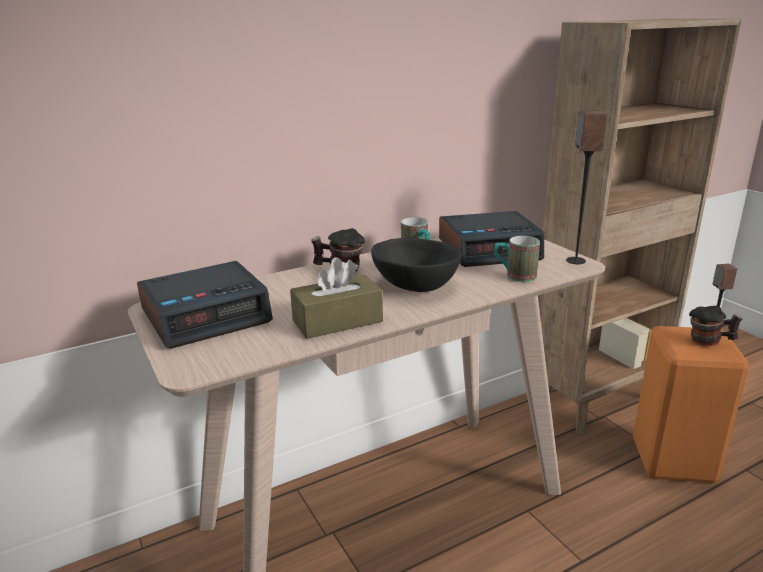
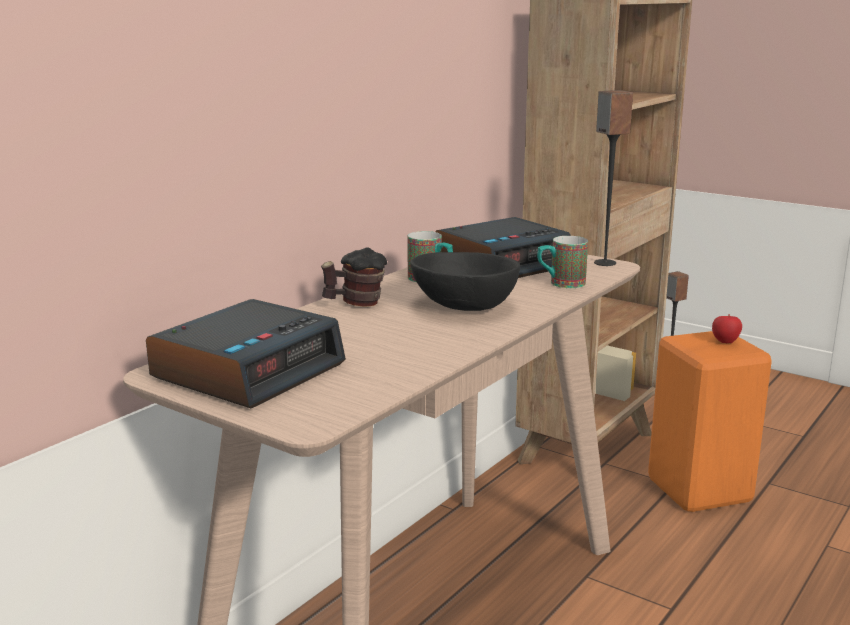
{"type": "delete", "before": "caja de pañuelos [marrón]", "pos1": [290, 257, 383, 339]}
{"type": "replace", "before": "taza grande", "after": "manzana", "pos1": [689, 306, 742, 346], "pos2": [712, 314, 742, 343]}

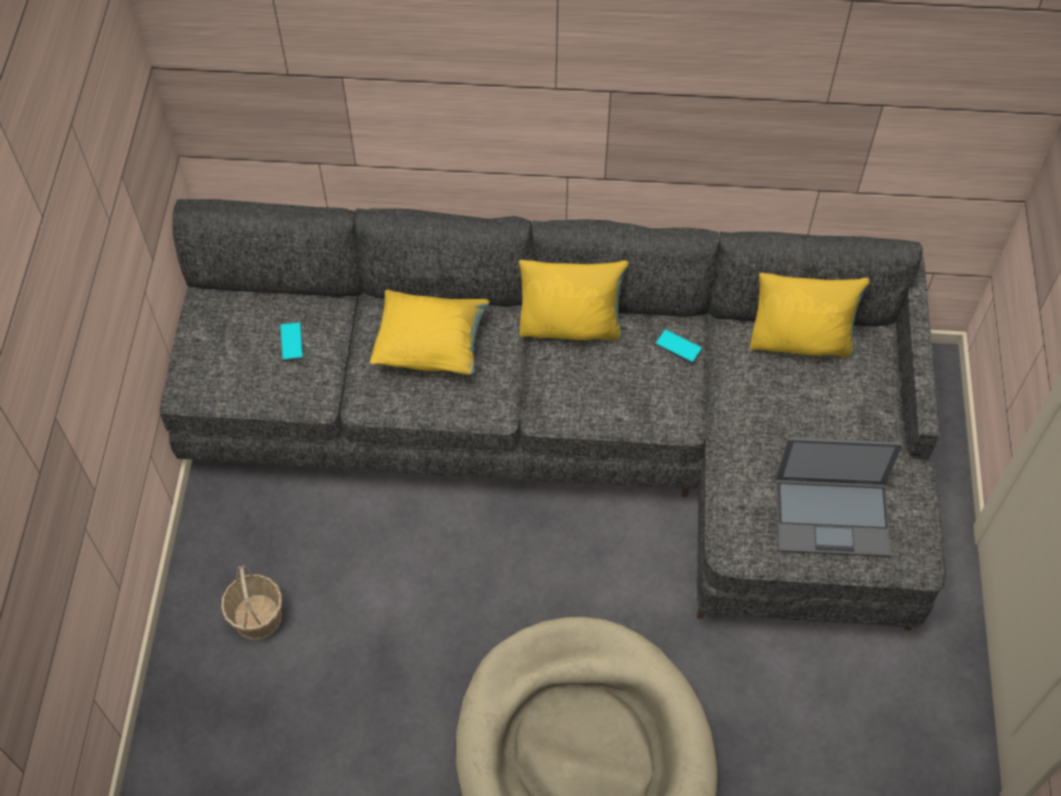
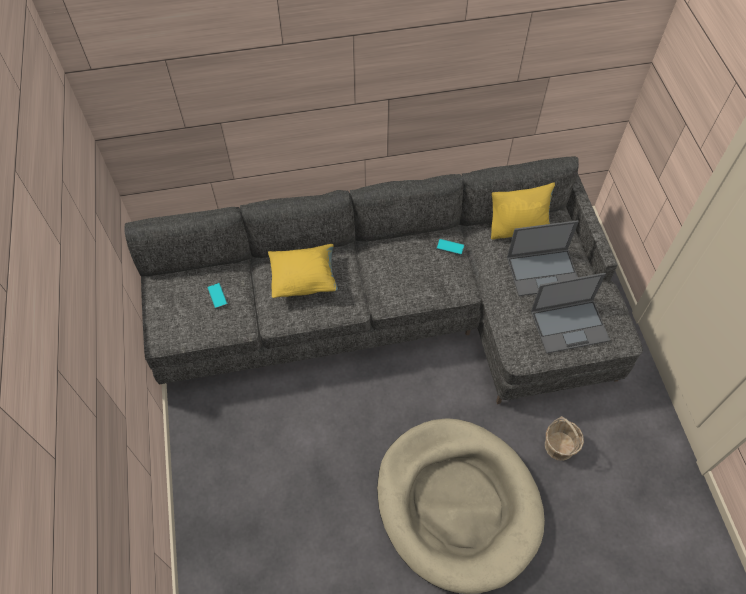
{"type": "delete", "before": "cojín [amarillo]", "pos1": [519, 260, 628, 341]}
{"type": "insert", "after": "portátil", "pos2": [507, 220, 579, 296]}
{"type": "move", "before": "cesta", "pos1": [221, 565, 282, 640], "pos2": [545, 416, 584, 461]}

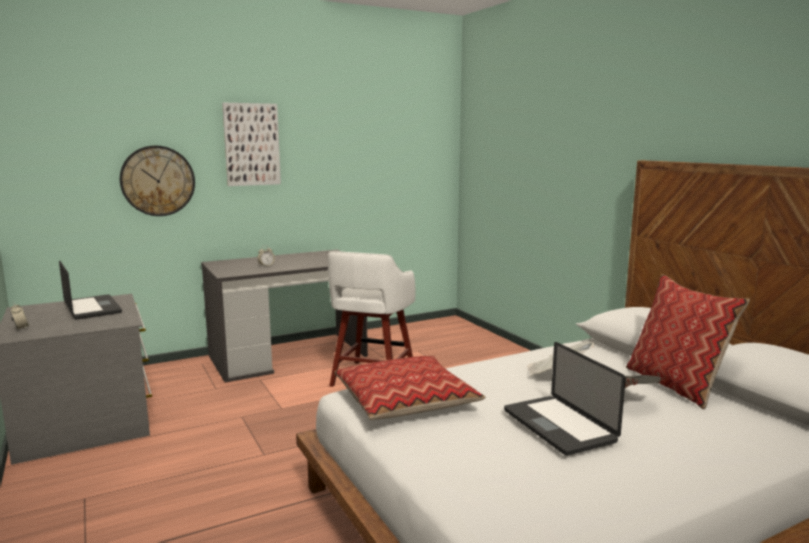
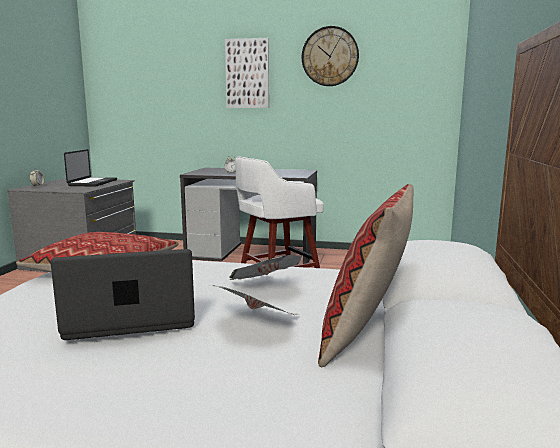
{"type": "move", "before": "reloj de pared", "pos1": [120, 145, 195, 216], "pos2": [302, 26, 359, 86]}
{"type": "rotate", "before": "portátil", "pos1": [504, 342, 626, 455], "pos2": [51, 249, 195, 340], "turn": 60}

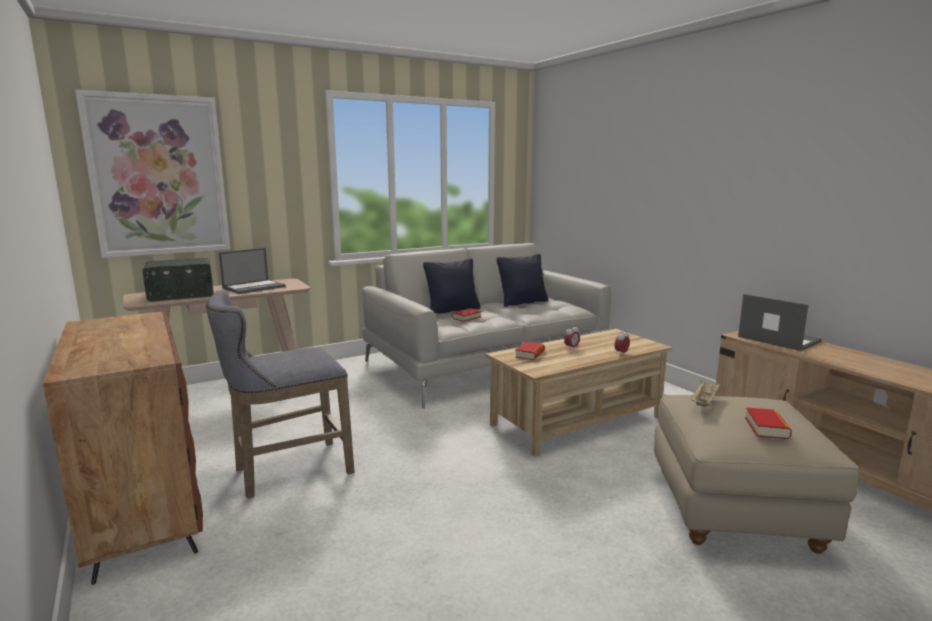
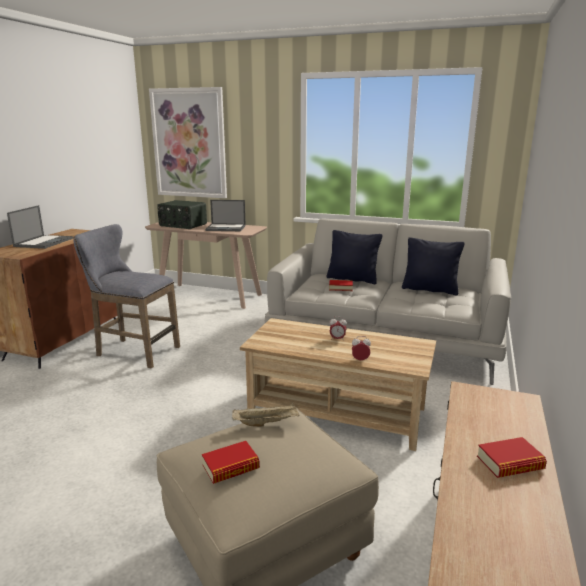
{"type": "move", "before": "libro", "pos1": [515, 341, 545, 360], "pos2": [477, 437, 547, 478]}
{"type": "move", "before": "portátil", "pos1": [738, 294, 822, 351], "pos2": [7, 205, 73, 249]}

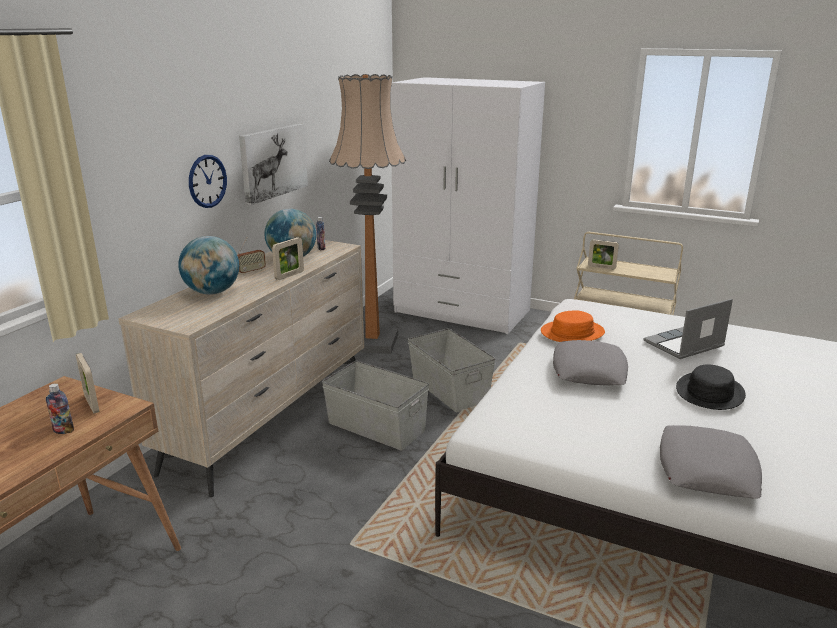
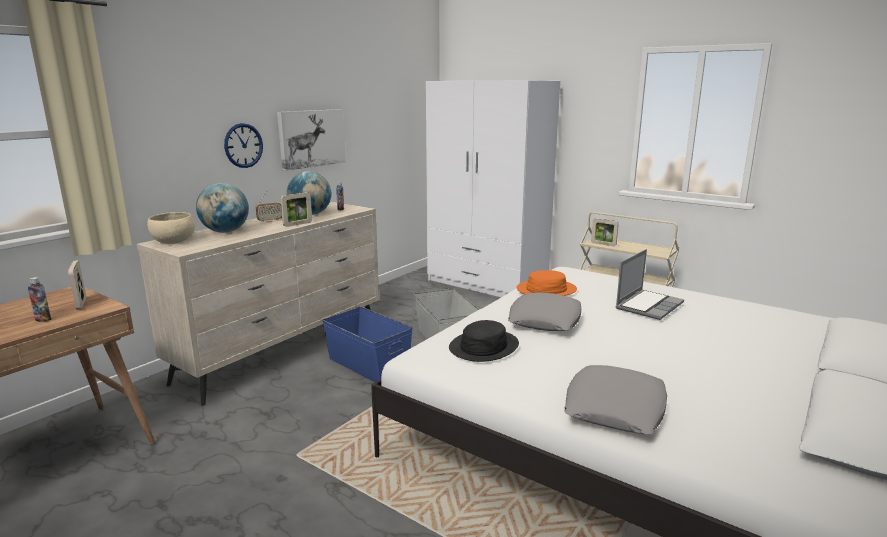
{"type": "delete", "before": "lámpara de pie", "pos1": [329, 74, 406, 354]}
{"type": "insert", "after": "cuenco [beis]", "pos2": [147, 212, 195, 244]}
{"type": "move", "before": "sombrero [negro]", "pos1": [676, 365, 746, 410], "pos2": [449, 320, 519, 362]}
{"type": "recolor", "before": "caja de almacenaje [gris]", "after": "caja de almacenaje [azul]", "pos1": [322, 361, 429, 450], "pos2": [322, 307, 413, 383]}
{"type": "rotate", "before": "portátil", "pos1": [643, 299, 733, 359], "pos2": [616, 249, 684, 320], "turn": 150}

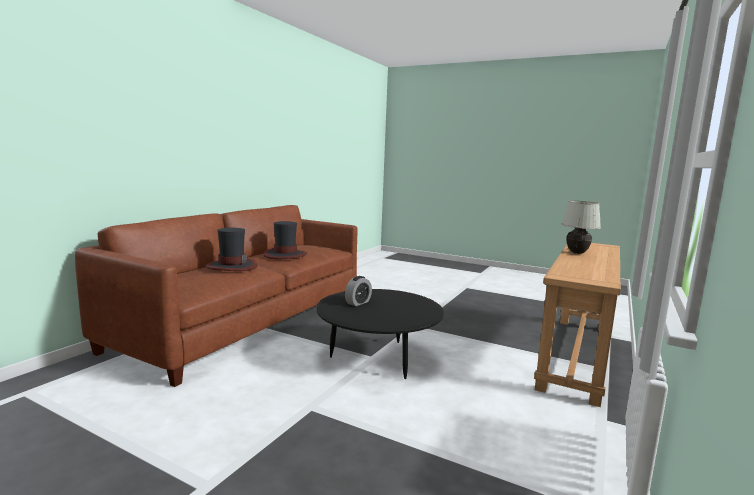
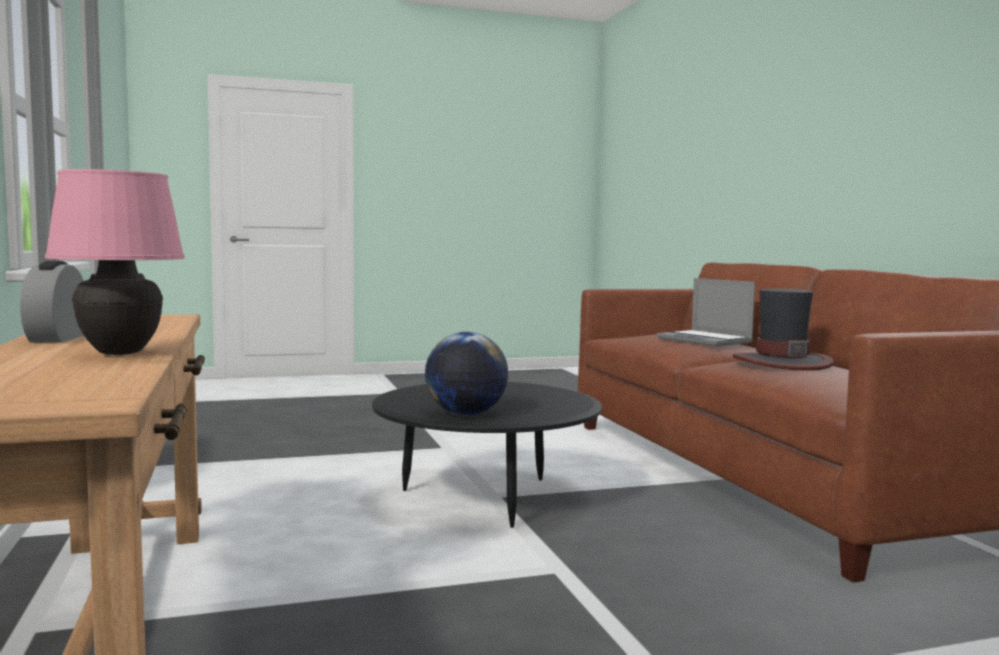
{"type": "insert", "after": "globo terráqueo", "pos2": [425, 332, 508, 415]}
{"type": "move", "before": "despertador", "pos1": [345, 276, 372, 306], "pos2": [20, 261, 84, 343]}
{"type": "replace", "before": "sombrero", "after": "portátil", "pos1": [206, 228, 258, 271], "pos2": [657, 278, 755, 347]}
{"type": "recolor", "before": "lámpara de mesa [blanco]", "after": "lámpara de mesa [rosa]", "pos1": [561, 201, 601, 254], "pos2": [45, 169, 185, 355]}

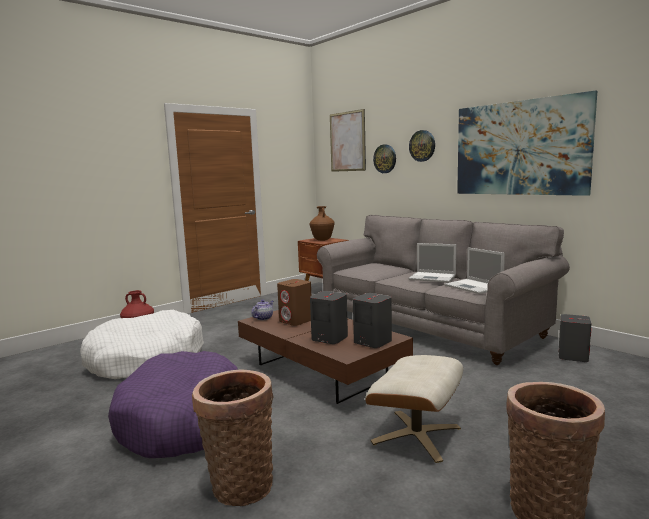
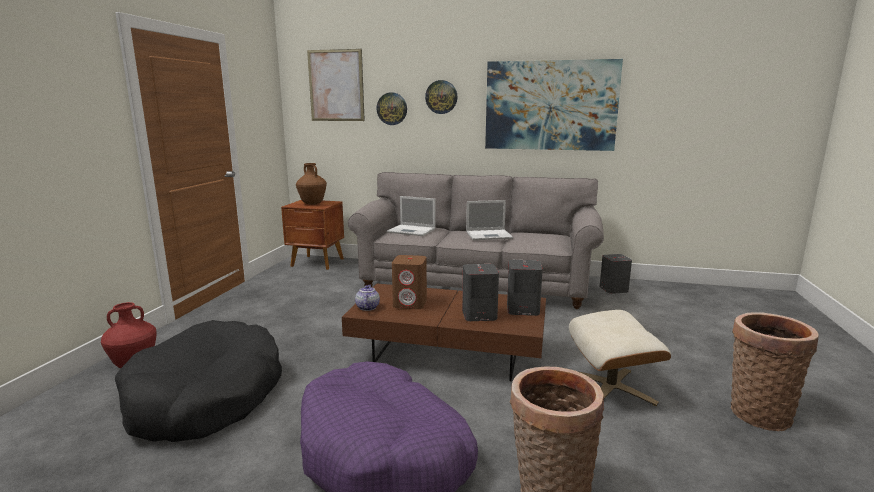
{"type": "move", "before": "portátil", "pos1": [444, 247, 505, 294], "pos2": [387, 196, 436, 236]}
{"type": "recolor", "before": "cama para perro [blanco]", "after": "cama para perro [negro]", "pos1": [80, 310, 204, 379], "pos2": [115, 320, 282, 442]}

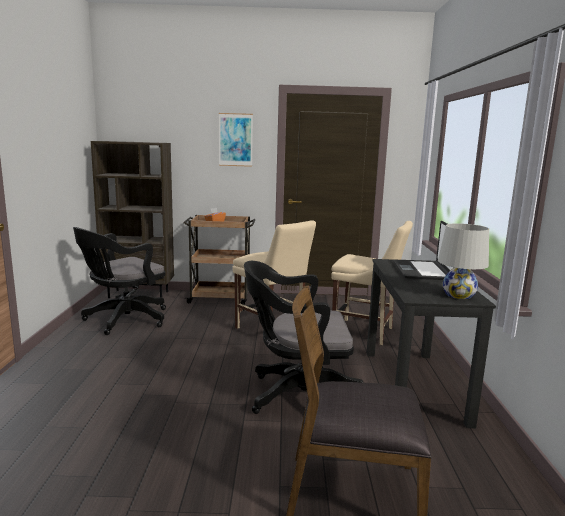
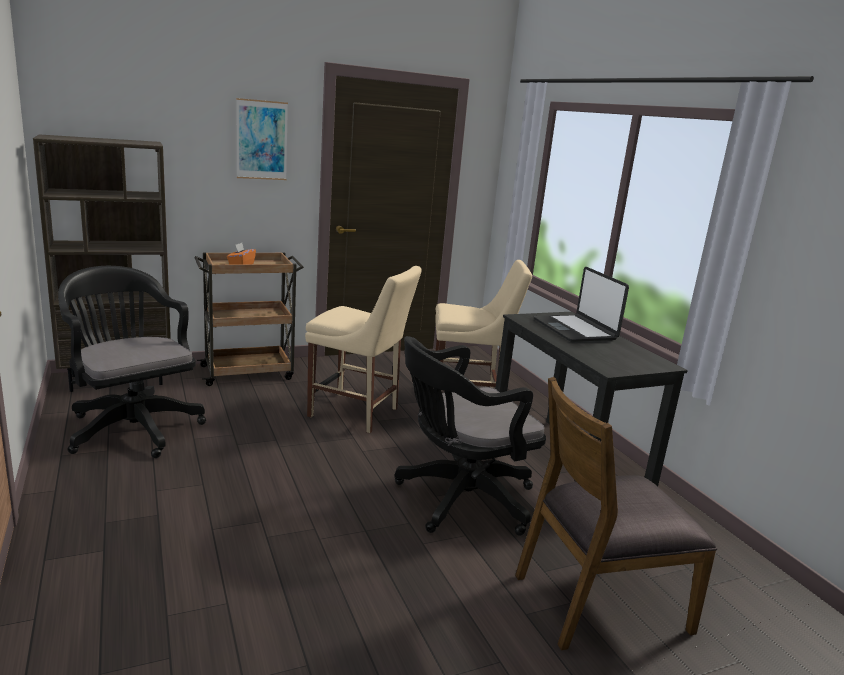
{"type": "delete", "before": "lámpara de mesa [blanco]", "pos1": [438, 223, 489, 299]}
{"type": "rotate", "before": "silla de oficina [negro]", "pos1": [73, 227, 166, 335], "pos2": [58, 266, 206, 458], "turn": 120}

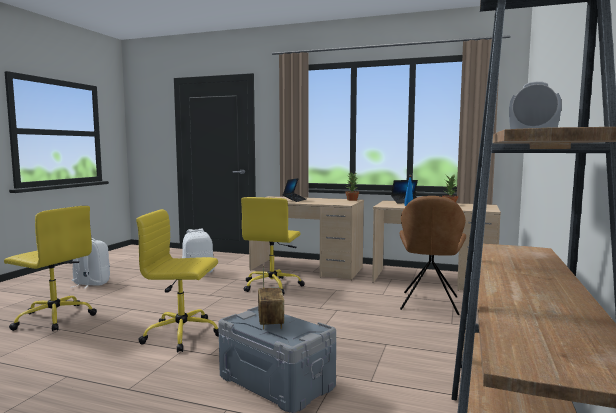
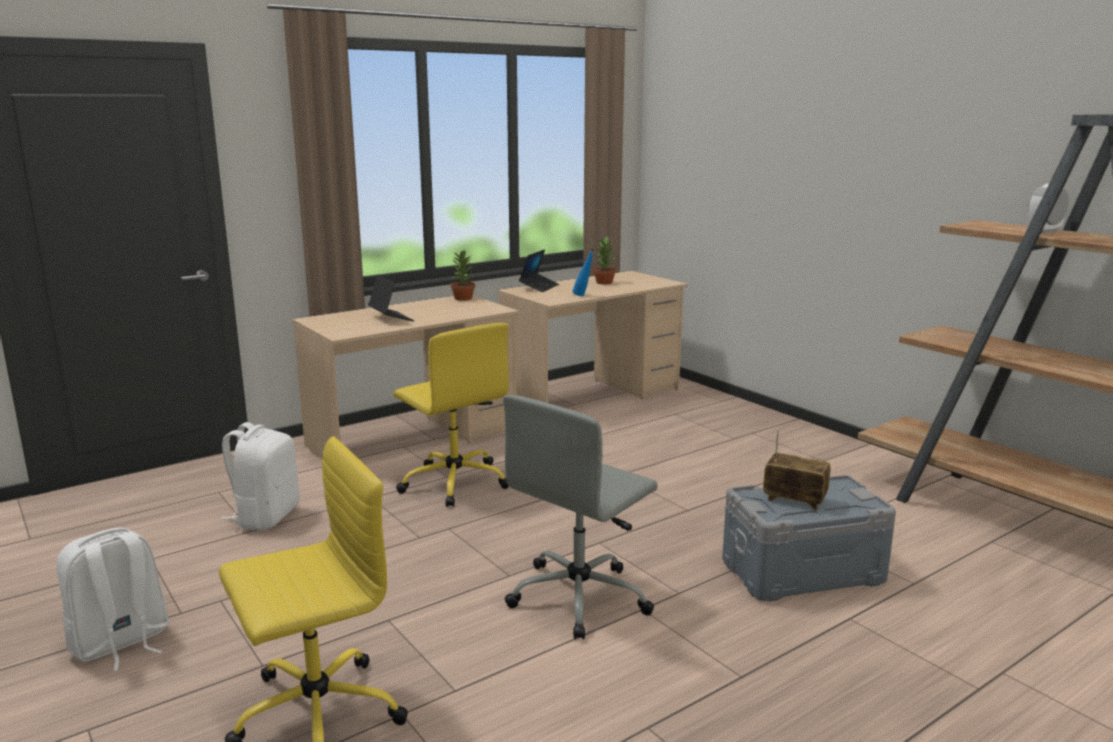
{"type": "delete", "before": "silla [marrón]", "pos1": [400, 196, 466, 315]}
{"type": "recolor", "before": "silla de oficina [amarillo]", "after": "silla de oficina [gris]", "pos1": [136, 209, 219, 352], "pos2": [503, 395, 658, 639]}

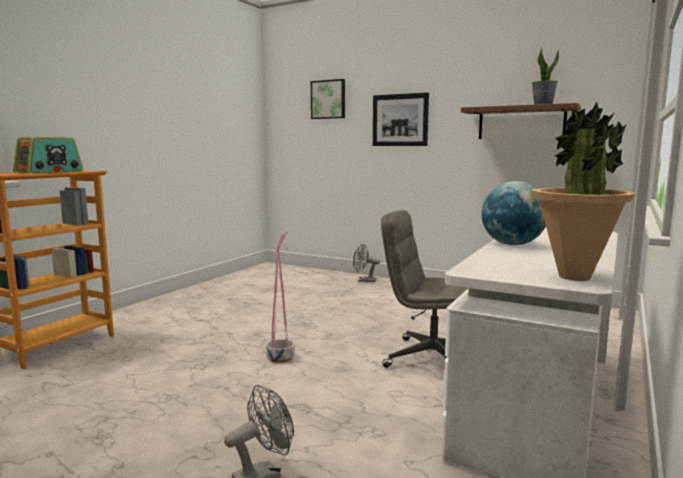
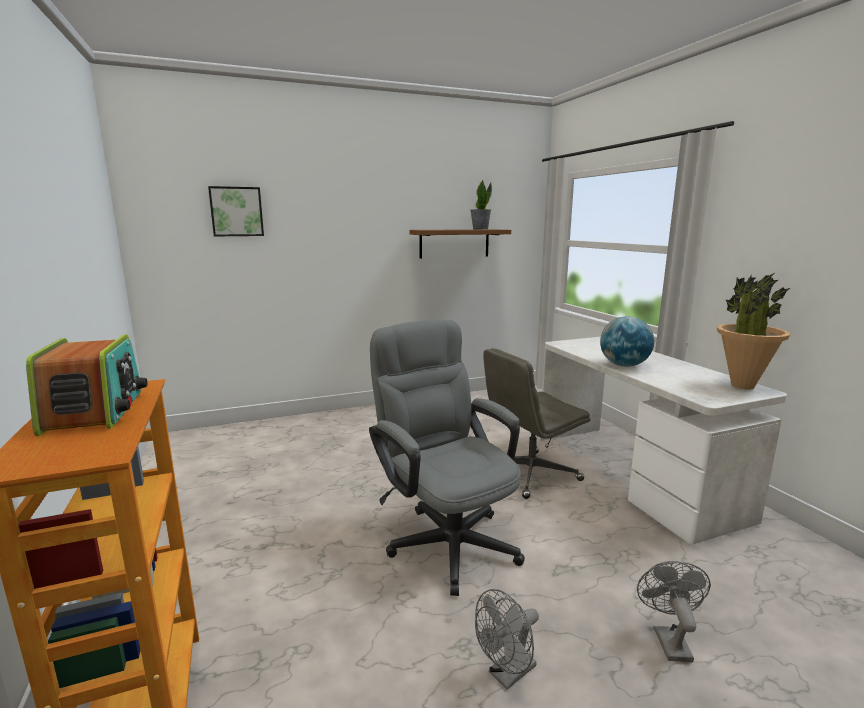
{"type": "delete", "before": "cuadro", "pos1": [373, 92, 429, 146]}
{"type": "move", "before": "ventilador [gris]", "pos1": [353, 244, 380, 282], "pos2": [475, 589, 539, 690]}
{"type": "replace", "before": "maceta [rosa]", "after": "silla de oficina [gris]", "pos1": [266, 231, 295, 363], "pos2": [369, 320, 525, 596]}

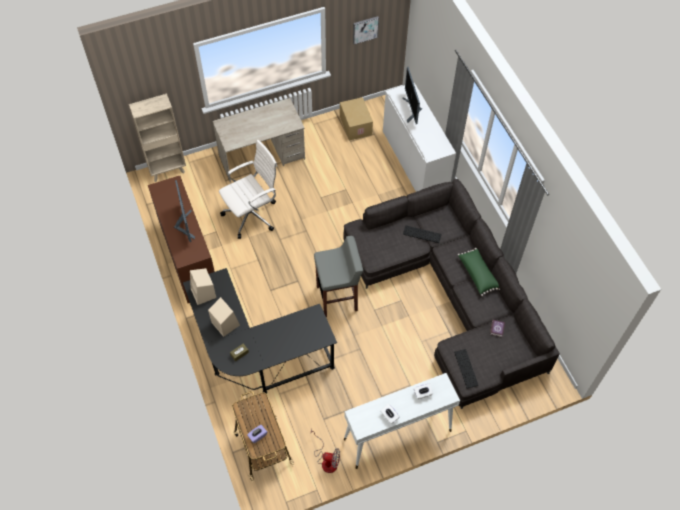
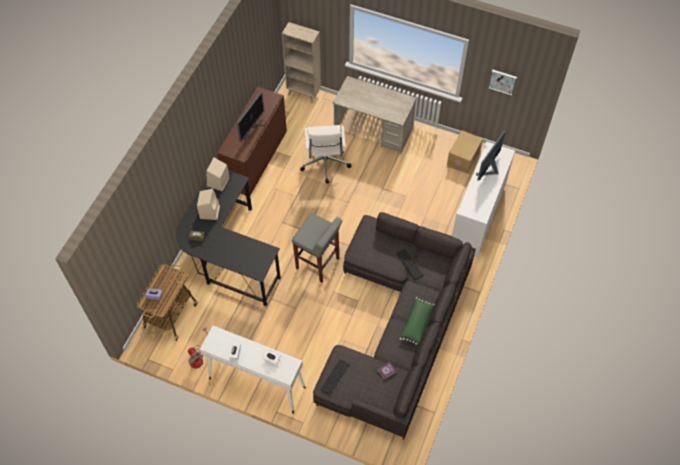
{"type": "rotate", "before": "silla de oficina [blanco]", "pos1": [219, 140, 277, 239], "pos2": [300, 125, 351, 184], "turn": 75}

